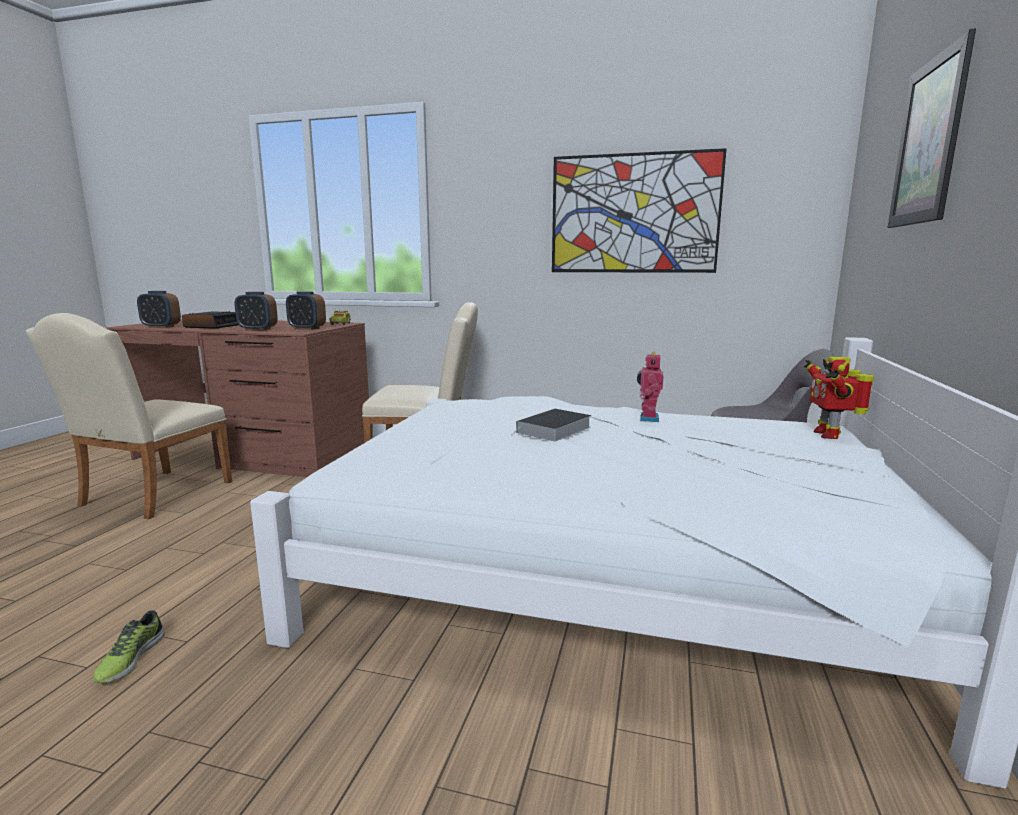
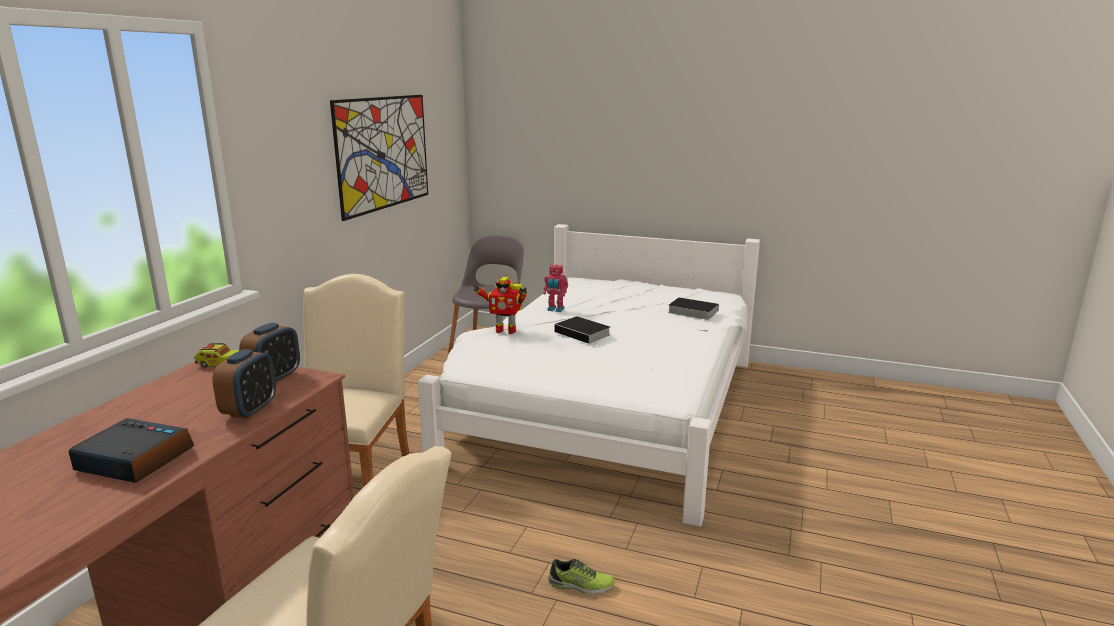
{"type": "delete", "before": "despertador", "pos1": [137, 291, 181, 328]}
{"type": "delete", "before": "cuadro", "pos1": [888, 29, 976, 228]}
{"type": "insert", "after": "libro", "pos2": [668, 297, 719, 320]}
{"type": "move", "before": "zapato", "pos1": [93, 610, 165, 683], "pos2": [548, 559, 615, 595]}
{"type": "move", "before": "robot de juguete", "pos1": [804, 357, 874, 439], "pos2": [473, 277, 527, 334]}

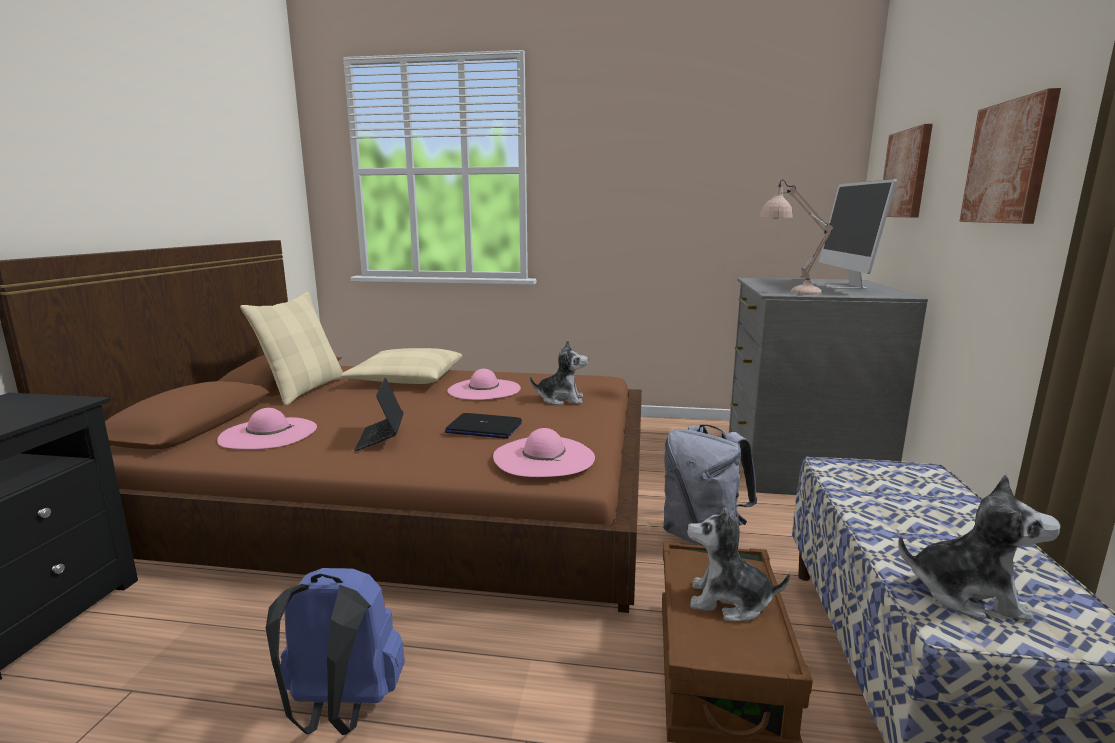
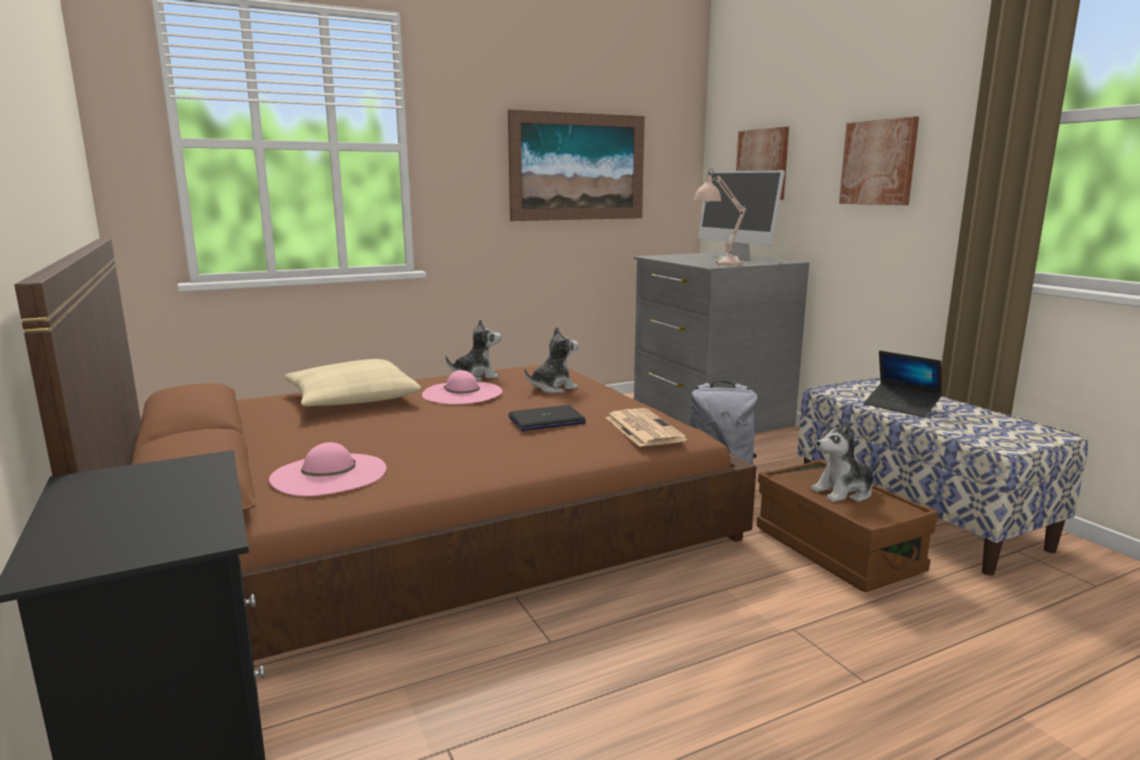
{"type": "delete", "before": "cojín [beis]", "pos1": [240, 292, 344, 405]}
{"type": "delete", "before": "mochila [azul]", "pos1": [266, 568, 405, 735]}
{"type": "insert", "after": "cuadro", "pos2": [508, 109, 645, 221]}
{"type": "move", "before": "portátil", "pos1": [354, 378, 404, 451], "pos2": [864, 351, 942, 417]}
{"type": "move", "before": "peluche", "pos1": [898, 475, 1061, 622], "pos2": [445, 319, 501, 381]}
{"type": "replace", "before": "sombrero [rosa]", "after": "periódico", "pos1": [493, 428, 595, 477], "pos2": [605, 408, 687, 447]}

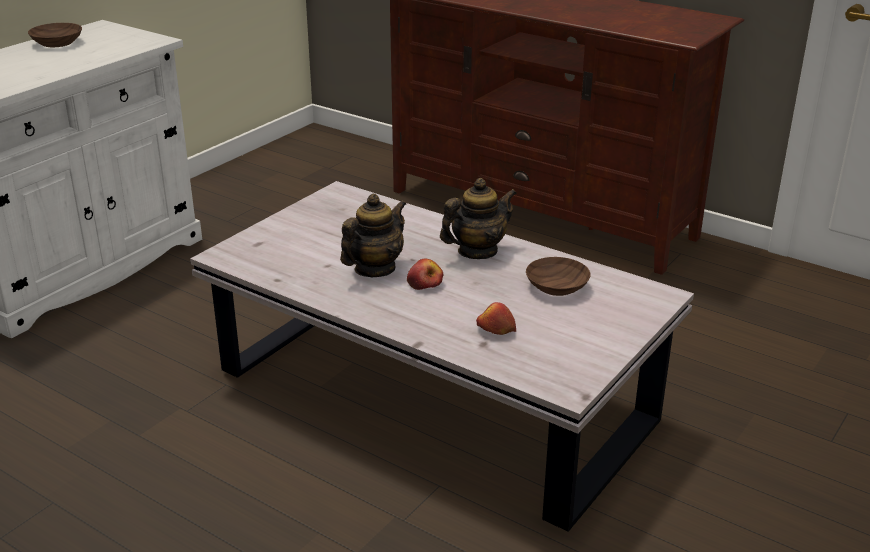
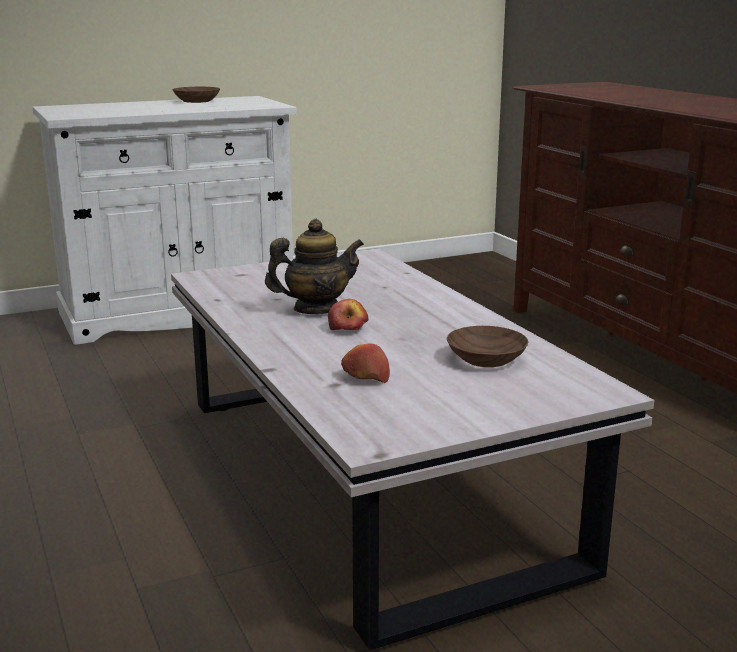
{"type": "delete", "before": "tetera", "pos1": [440, 178, 517, 259]}

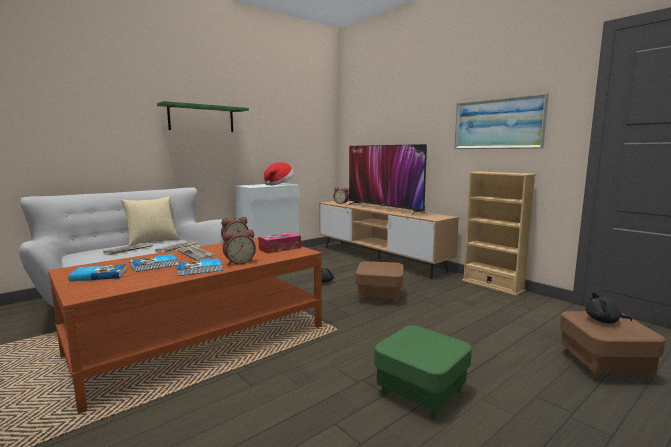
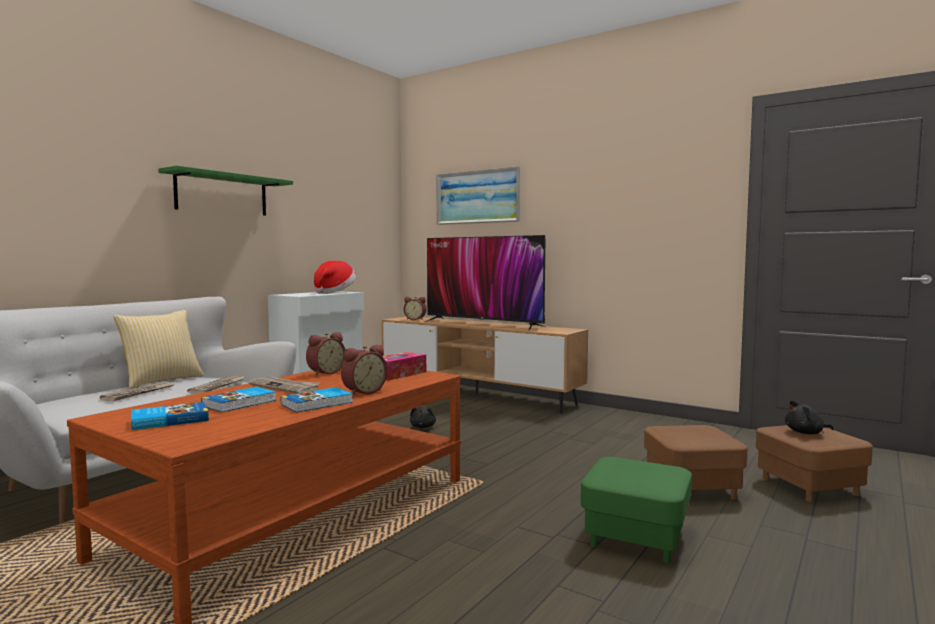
{"type": "delete", "before": "estantería [beis]", "pos1": [462, 172, 536, 296]}
{"type": "move", "before": "puf [marrón]", "pos1": [355, 261, 404, 305], "pos2": [644, 425, 748, 500]}
{"type": "move", "before": "cuadro", "pos1": [454, 93, 549, 149], "pos2": [436, 166, 520, 225]}

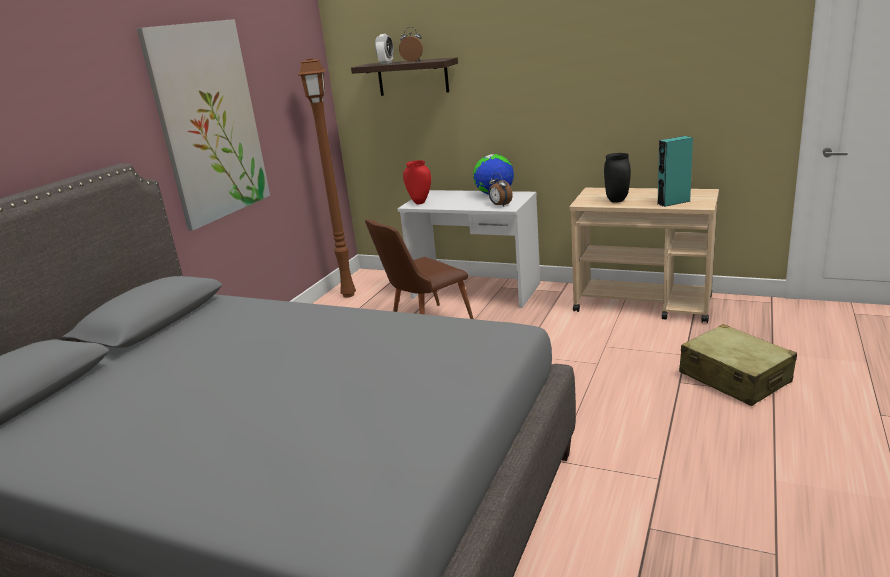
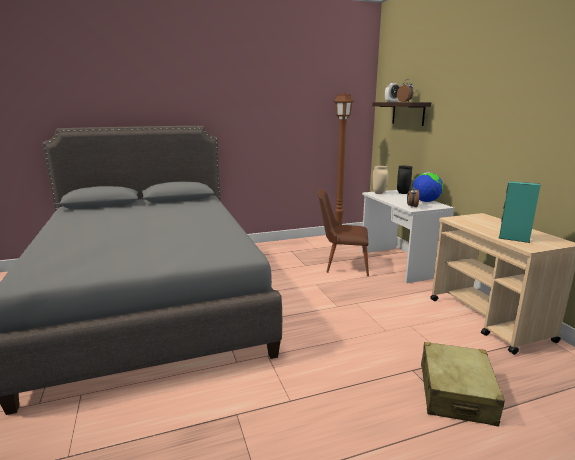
{"type": "delete", "before": "cuadro", "pos1": [137, 19, 270, 231]}
{"type": "move", "before": "florero [negro]", "pos1": [604, 153, 631, 203], "pos2": [397, 166, 412, 194]}
{"type": "recolor", "before": "florero [rojo]", "after": "florero [beis]", "pos1": [403, 160, 431, 204], "pos2": [372, 166, 388, 194]}

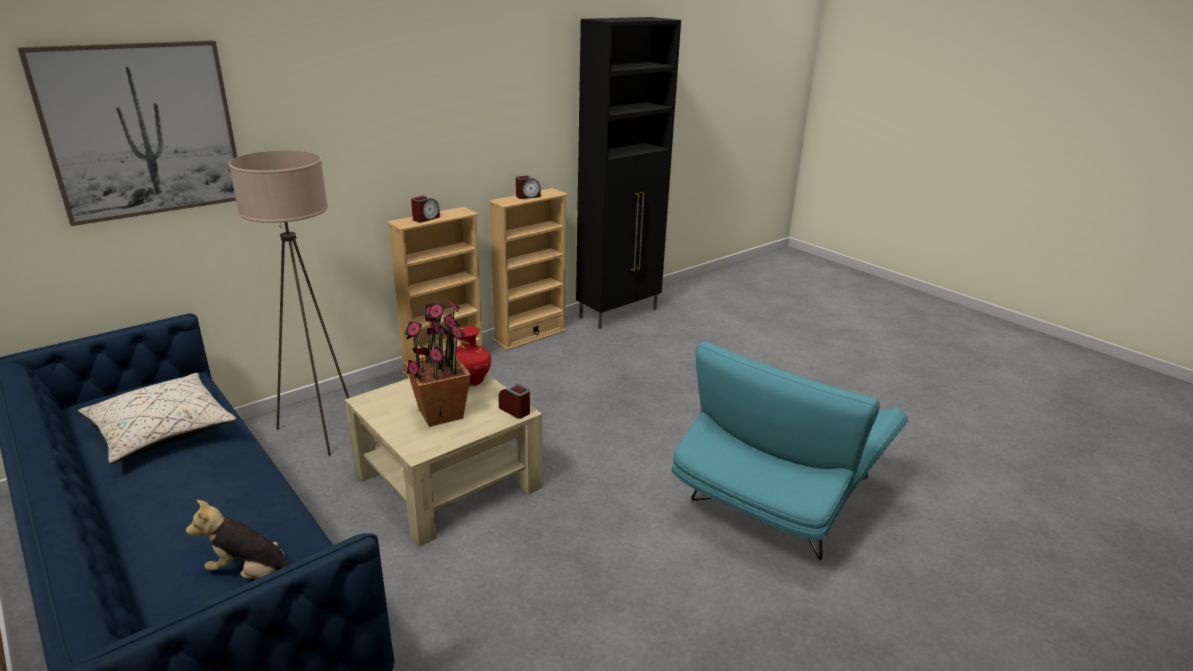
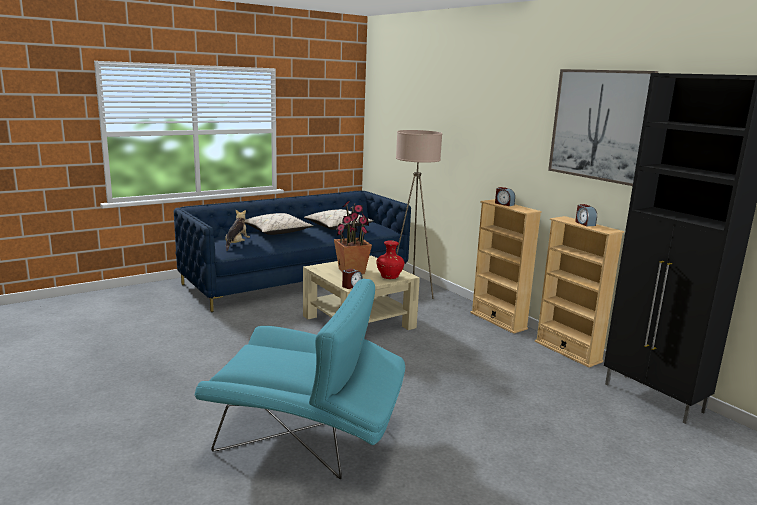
{"type": "insert", "after": "cojín [beis]", "pos2": [245, 213, 313, 235]}
{"type": "move", "before": "cuadro", "pos1": [17, 40, 237, 226], "pos2": [548, 69, 658, 186]}
{"type": "rotate", "before": "sillón [turquesa]", "pos1": [672, 341, 908, 560], "pos2": [195, 278, 405, 479], "turn": 150}

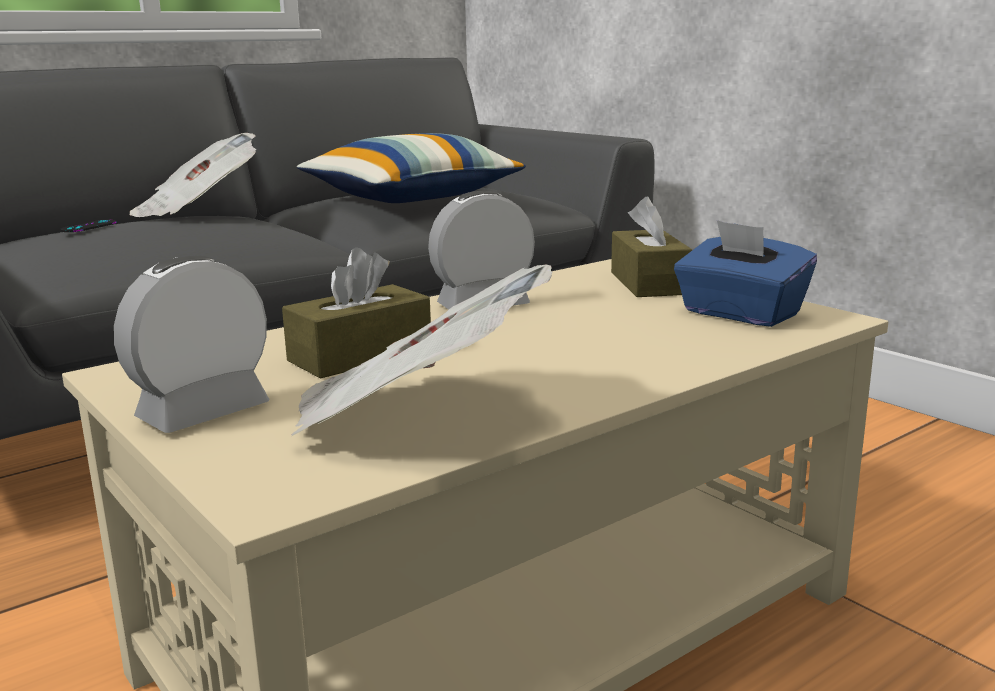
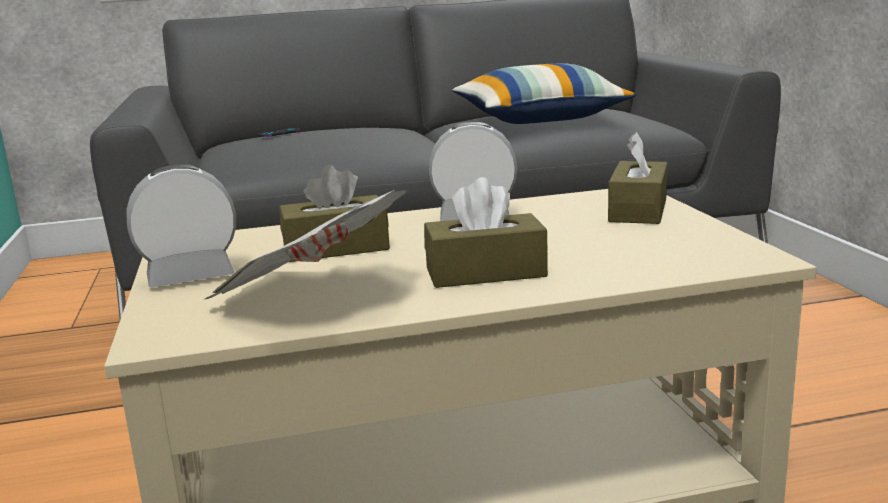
{"type": "delete", "before": "periódico", "pos1": [130, 133, 256, 217]}
{"type": "delete", "before": "caja de pañuelos [azul]", "pos1": [674, 220, 817, 327]}
{"type": "insert", "after": "caja de pañuelos [marrón]", "pos2": [424, 177, 548, 288]}

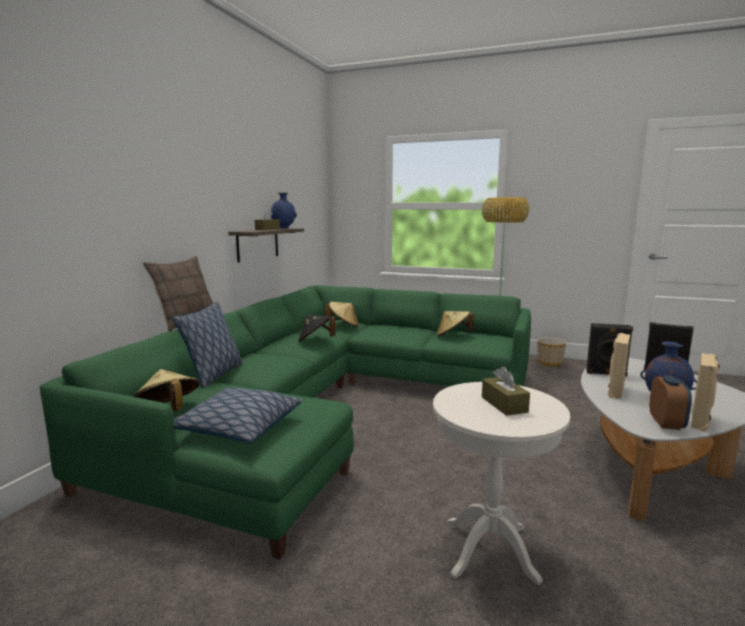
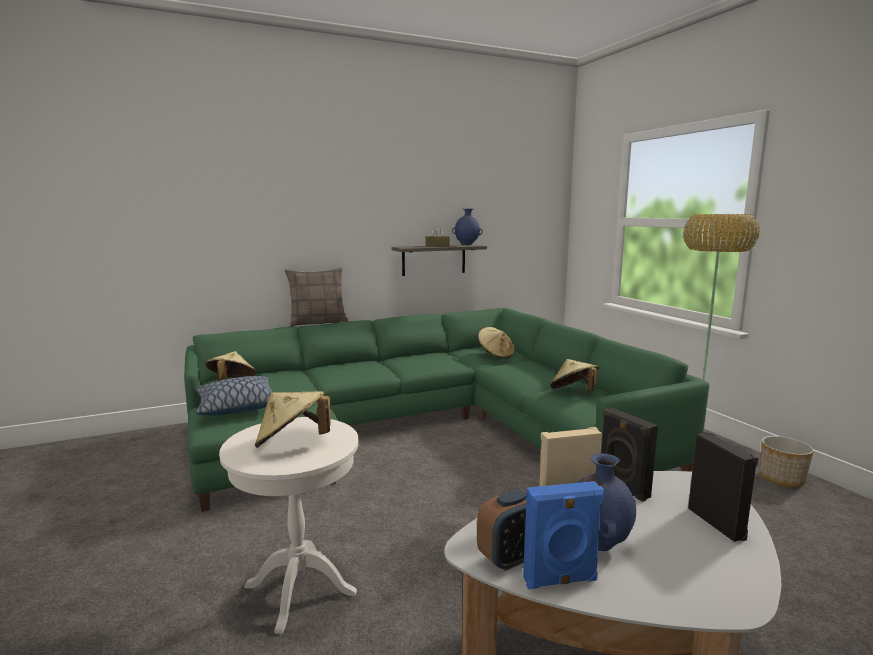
{"type": "delete", "before": "cojín", "pos1": [172, 302, 243, 389]}
{"type": "delete", "before": "sombrero [negro]", "pos1": [298, 315, 336, 342]}
{"type": "replace", "before": "caja de pañuelos [marrón]", "after": "sombrero [beis]", "pos1": [482, 366, 530, 416], "pos2": [255, 391, 331, 448]}
{"type": "recolor", "before": "altavoz [beis]", "after": "altavoz [azul]", "pos1": [691, 353, 720, 432], "pos2": [523, 481, 604, 589]}

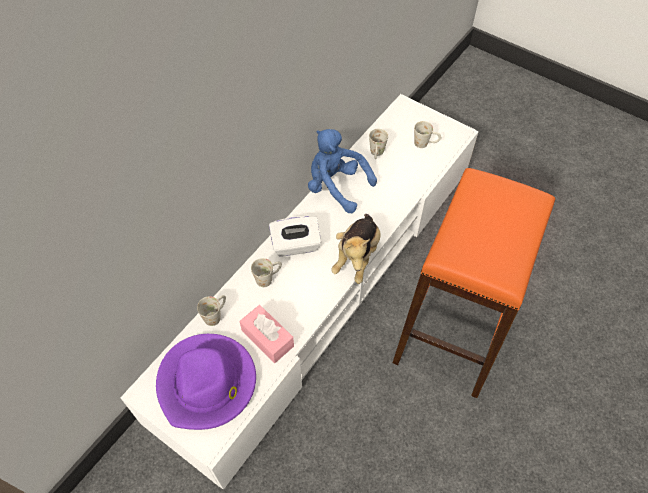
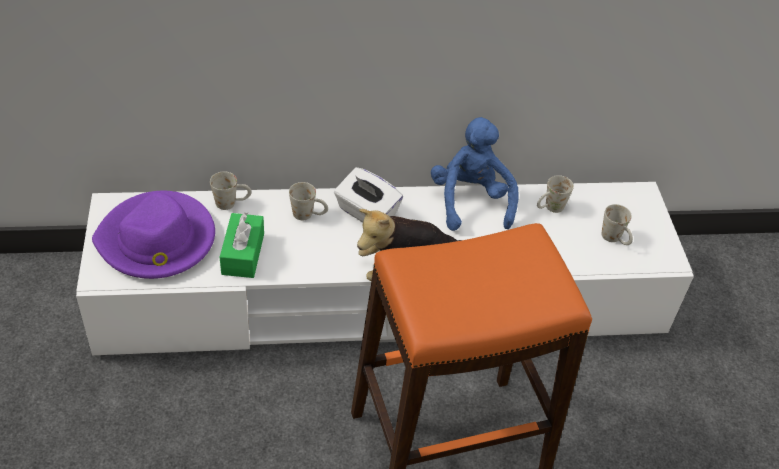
{"type": "recolor", "before": "caja de pañuelos [rosa]", "after": "caja de pañuelos [verde]", "pos1": [240, 305, 294, 363], "pos2": [220, 212, 264, 278]}

